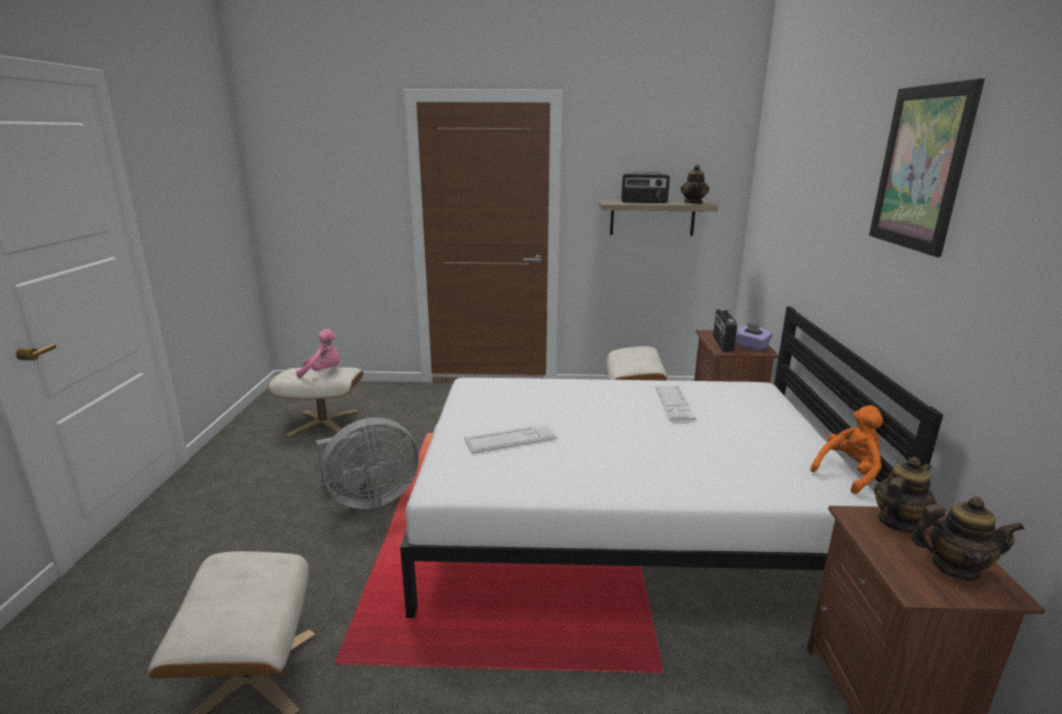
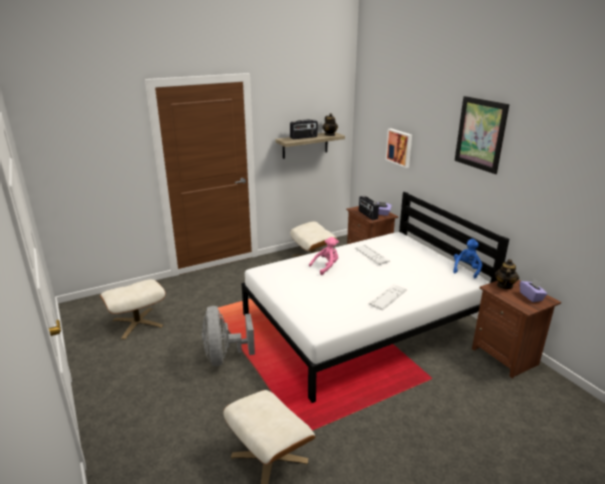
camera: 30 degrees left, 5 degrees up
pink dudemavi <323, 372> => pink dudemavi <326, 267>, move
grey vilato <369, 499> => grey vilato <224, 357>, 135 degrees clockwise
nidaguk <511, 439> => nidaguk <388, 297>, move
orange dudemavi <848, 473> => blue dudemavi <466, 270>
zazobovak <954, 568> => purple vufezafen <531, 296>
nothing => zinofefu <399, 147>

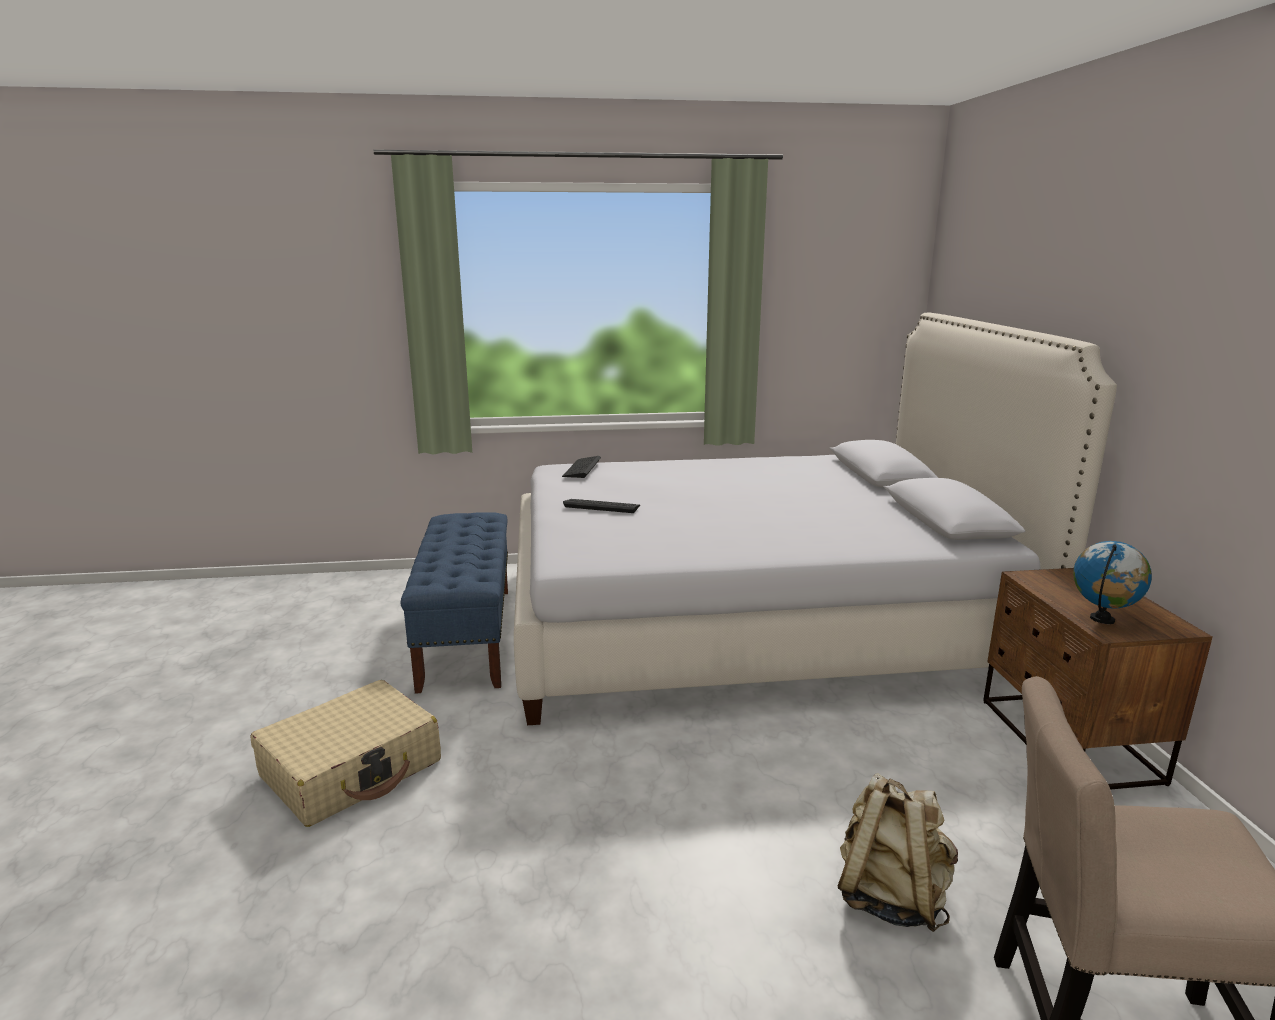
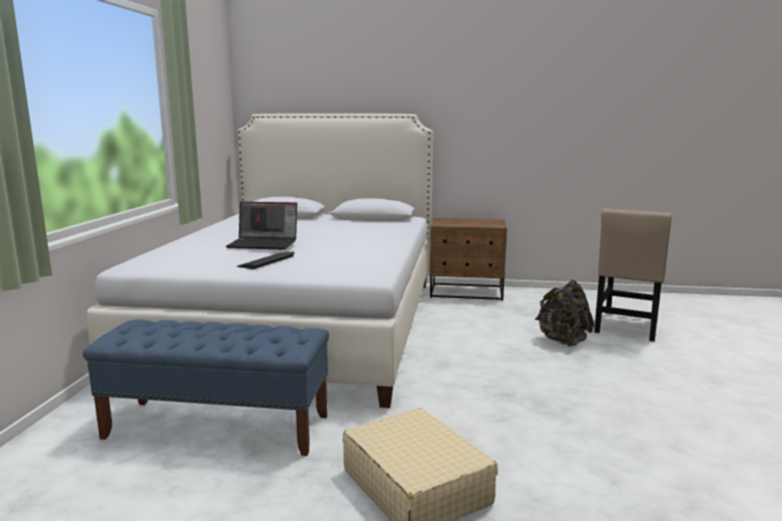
camera: 75 degrees left, 5 degrees down
nidaguk <582, 468> => nothing
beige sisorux <890, 896> => black sisorux <562, 341>
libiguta <1102, 619> => nothing
nothing => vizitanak <264, 244>

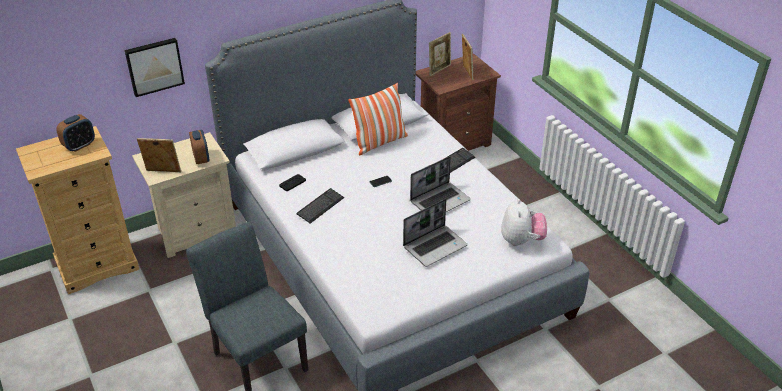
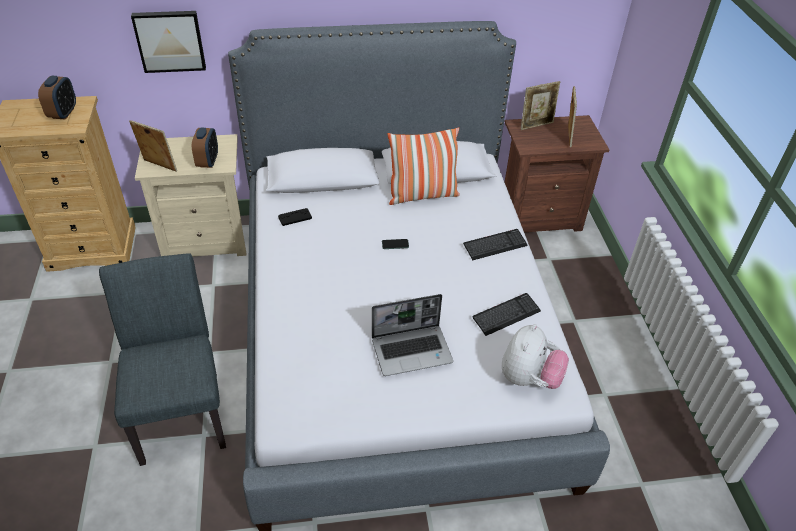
camera: 20 degrees right, 5 degrees up
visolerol <79, 145> => visolerol <63, 113>, 60 degrees counterclockwise
nidaguk <320, 206> => nidaguk <506, 315>, move
vizitanak <440, 200> => nothing

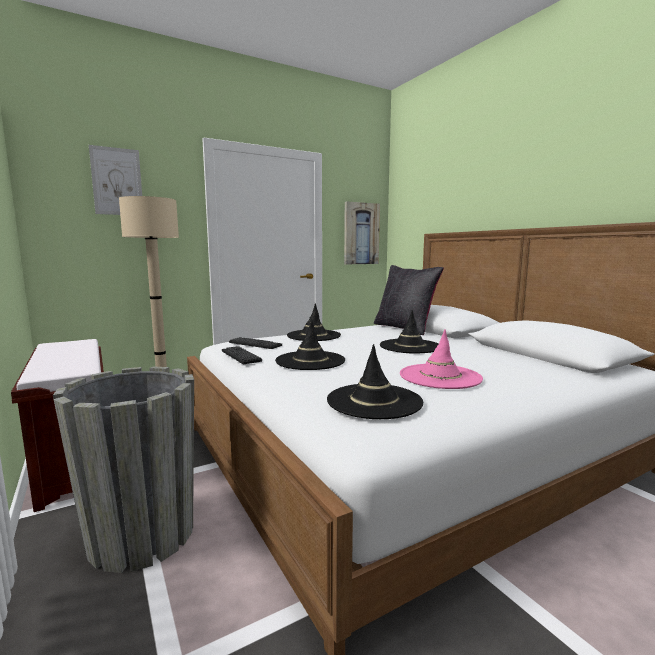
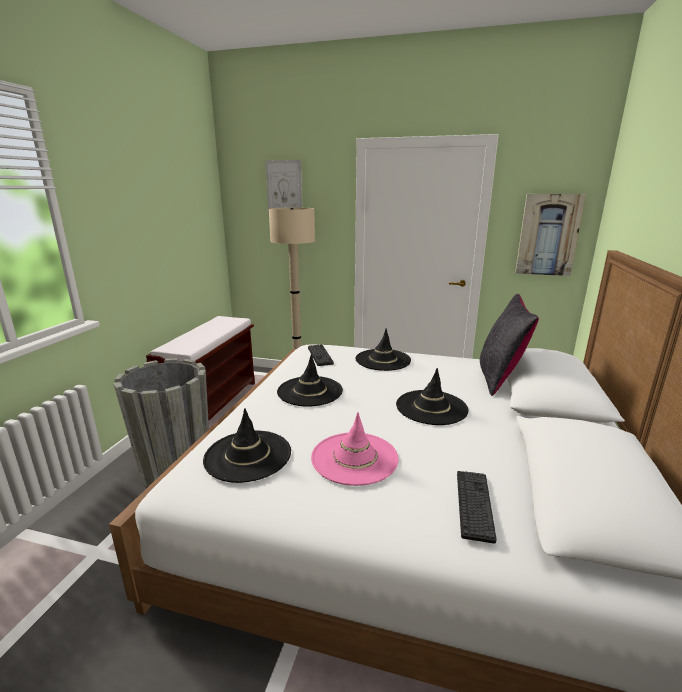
camera: 45 degrees right, 10 degrees up
nidaguk <241, 356> => nidaguk <474, 504>, move

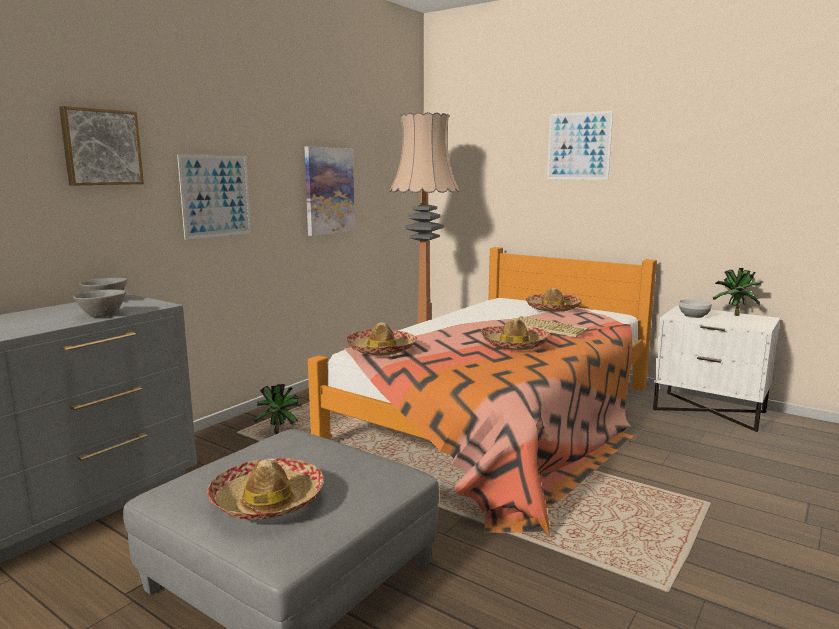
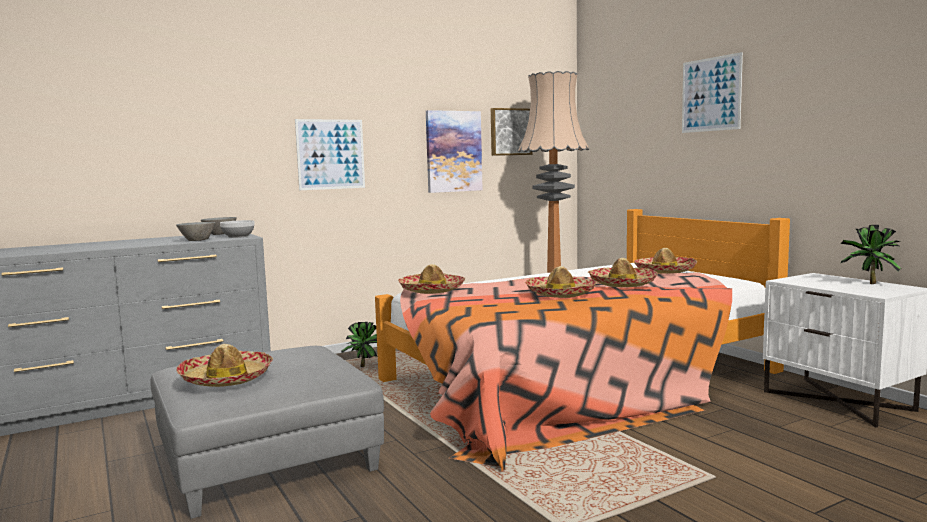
camera: 25 degrees right, 5 degrees down
zinofefu <101, 147> => zinofefu <510, 132>, move
nidaguk <548, 328> => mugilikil <621, 284>
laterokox <693, 315> => laterokox <238, 236>, move

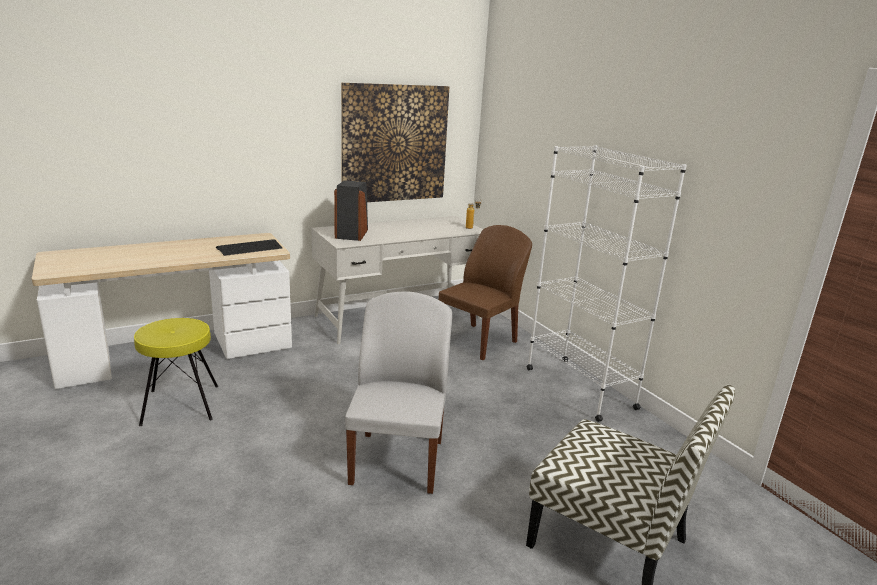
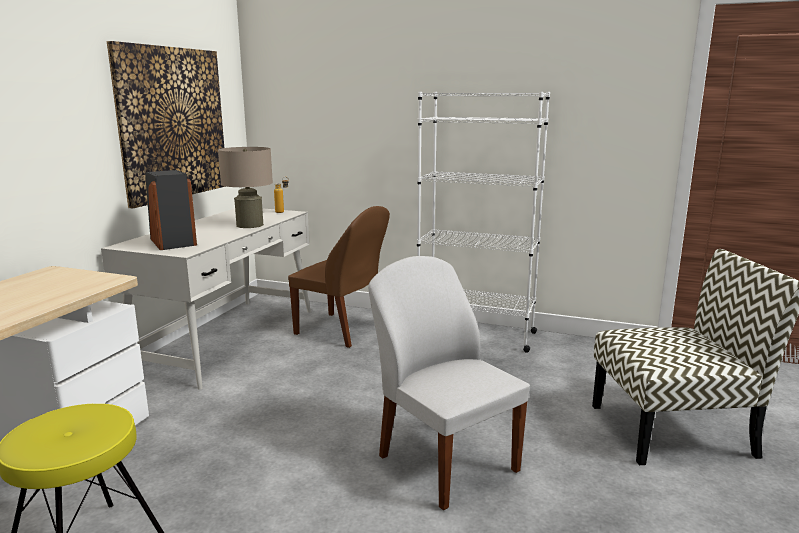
camera: 40 degrees left, 5 degrees down
nidaguk <250, 248> => nothing
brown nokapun <479, 341> => brown nokapun <341, 330>, 120 degrees clockwise
nothing => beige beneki <250, 225>

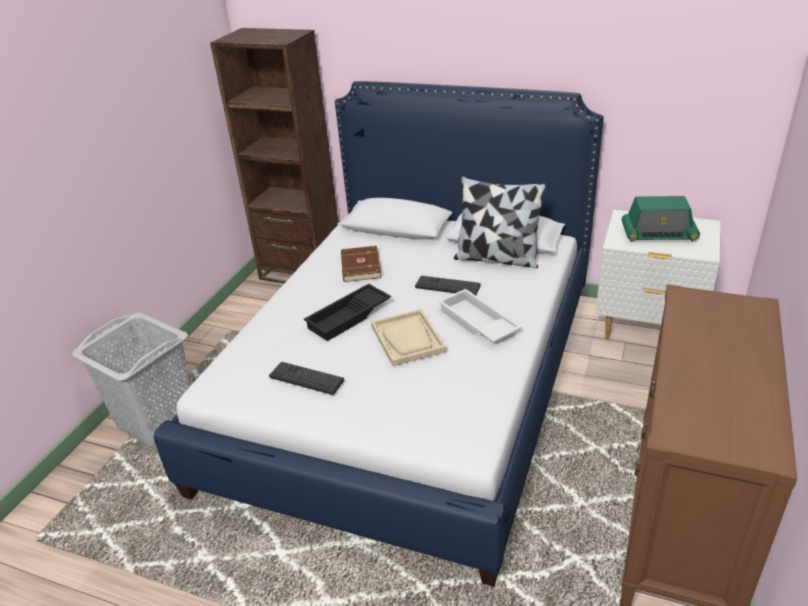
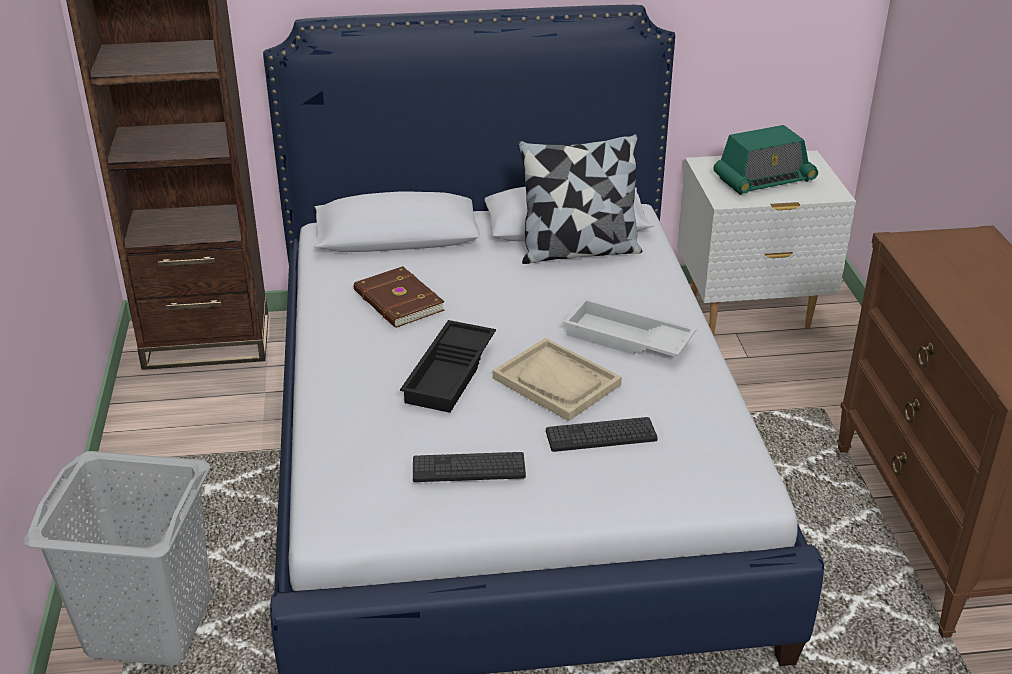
camera: 30 degrees left, 0 degrees up
nidaguk <447, 286> => nidaguk <601, 435>, move

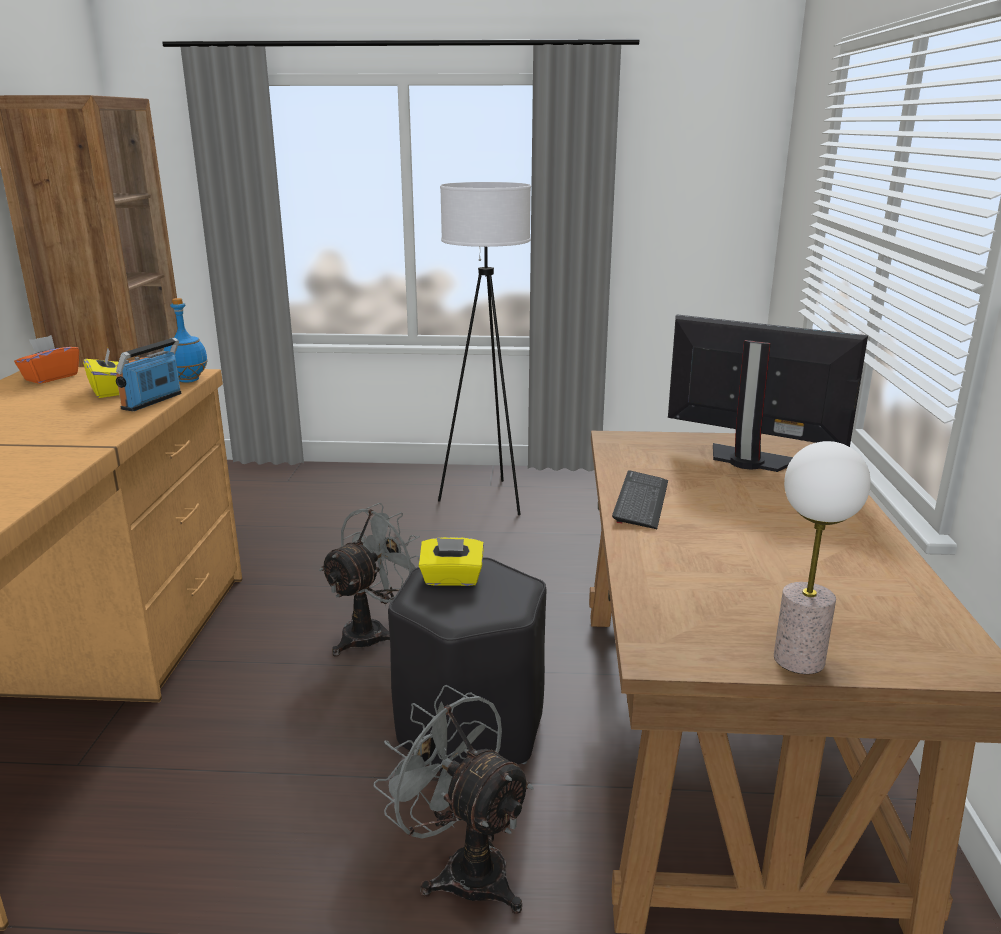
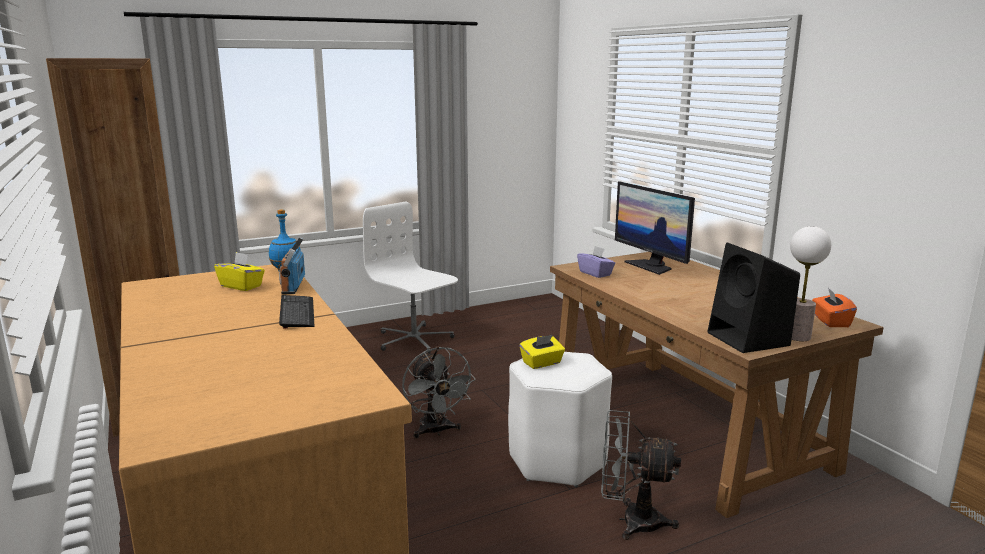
camera: 30 degrees left, 5 degrees down
orange vufezafen <51, 377> => orange vufezafen <830, 321>, move
grey vilato <372, 632> => grey vilato <436, 431>, 150 degrees clockwise
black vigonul <470, 729> => white vigonul <556, 460>
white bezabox <487, 499> => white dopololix <414, 340>
nidaguk <641, 501> => nidaguk <297, 313>, move
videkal <749, 460> => videkal <651, 266>, 120 degrees counterclockwise
nothing => purple vufezafen <595, 273>
nothing => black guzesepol <750, 340>

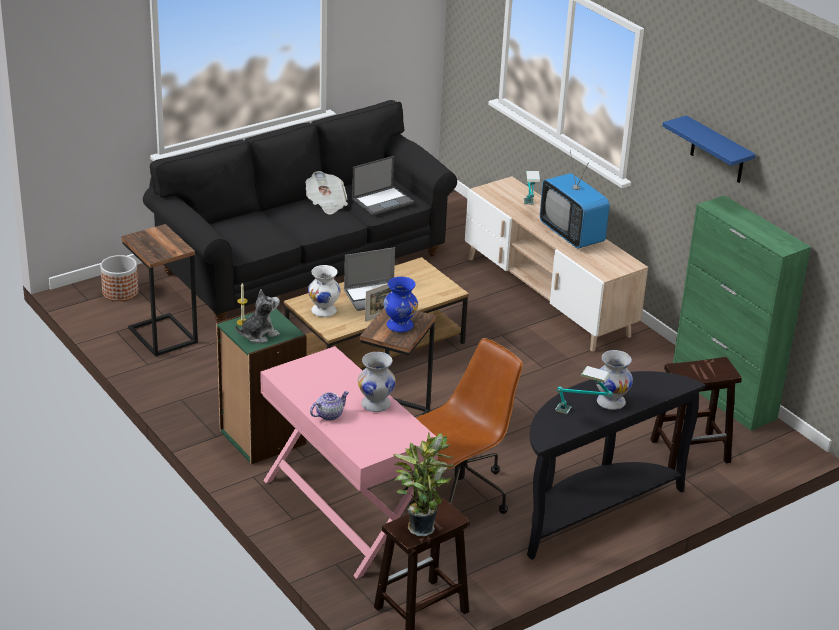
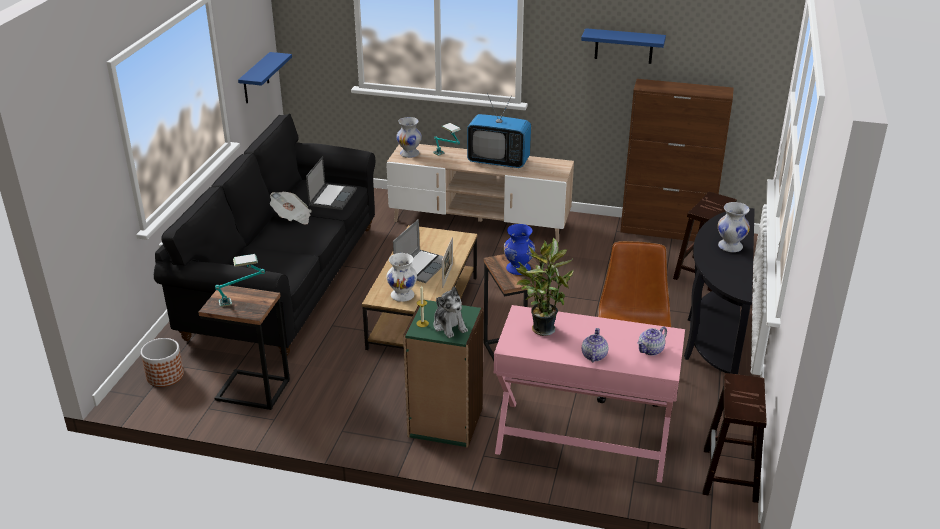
camera: 40 degrees left, 0 degrees up
dudemavi <258, 334> => dudemavi <449, 326>, 135 degrees clockwise
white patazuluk <375, 404> => white patazuluk <409, 154>, move
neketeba <421, 526> => neketeba <541, 328>, move
beneki <582, 415> => beneki <243, 300>, move
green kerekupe <723, 396> => brown kerekupe <667, 231>
nothing => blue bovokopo <255, 79>
nothing => zazobovak <651, 350>

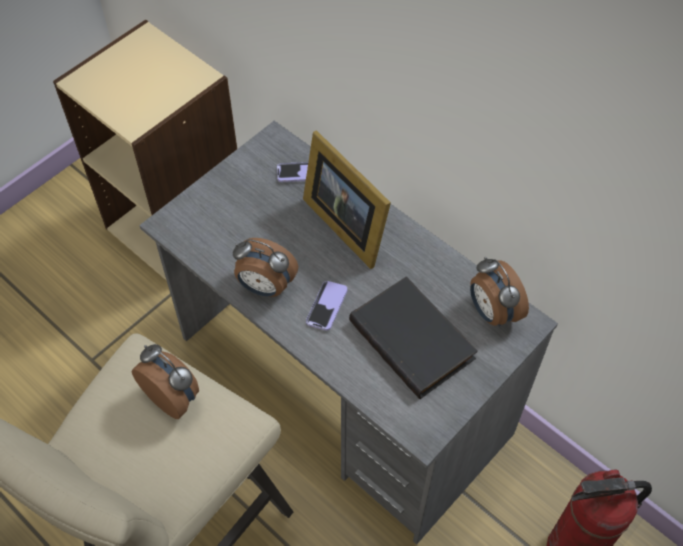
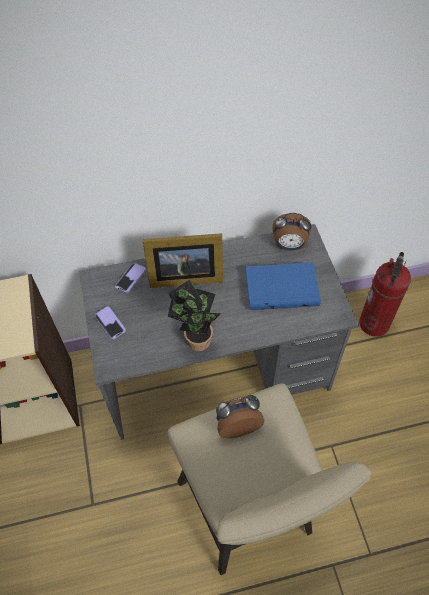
camera: 55 degrees left, 0 degrees up
visolerol <265, 287> => neketeba <195, 339>
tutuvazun <326, 306> => tutuvazun <110, 323>, move
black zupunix <414, 339> => blue zupunix <282, 287>

